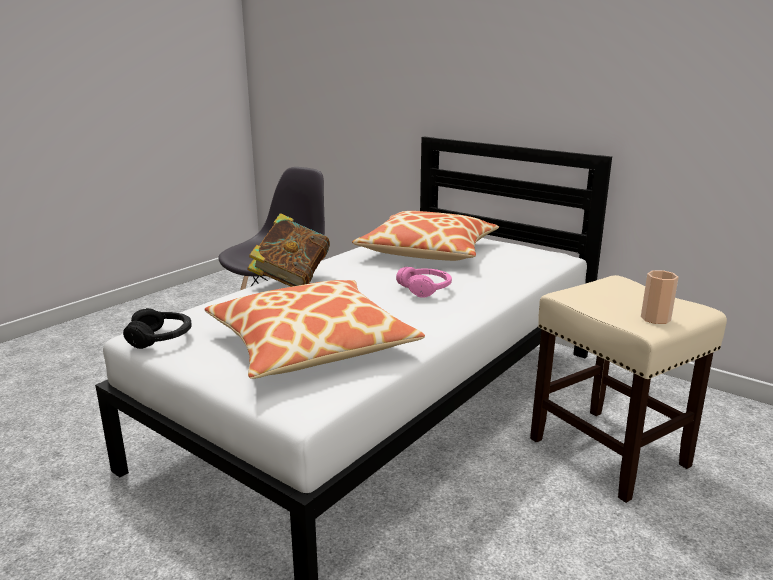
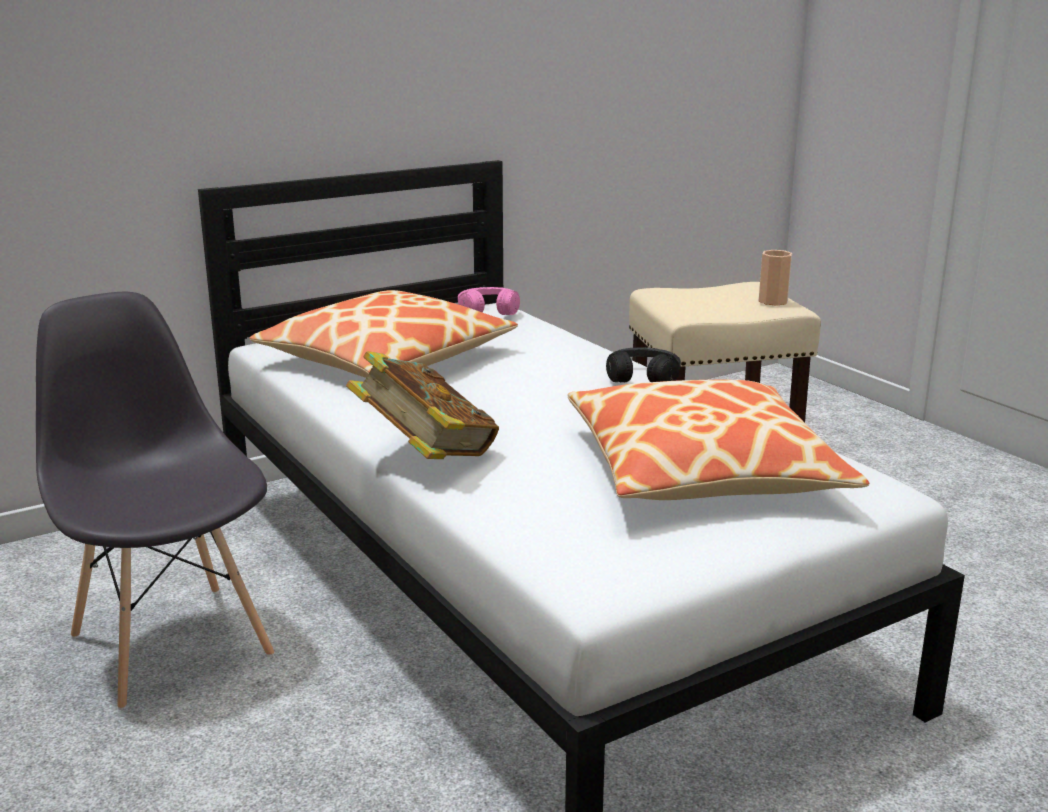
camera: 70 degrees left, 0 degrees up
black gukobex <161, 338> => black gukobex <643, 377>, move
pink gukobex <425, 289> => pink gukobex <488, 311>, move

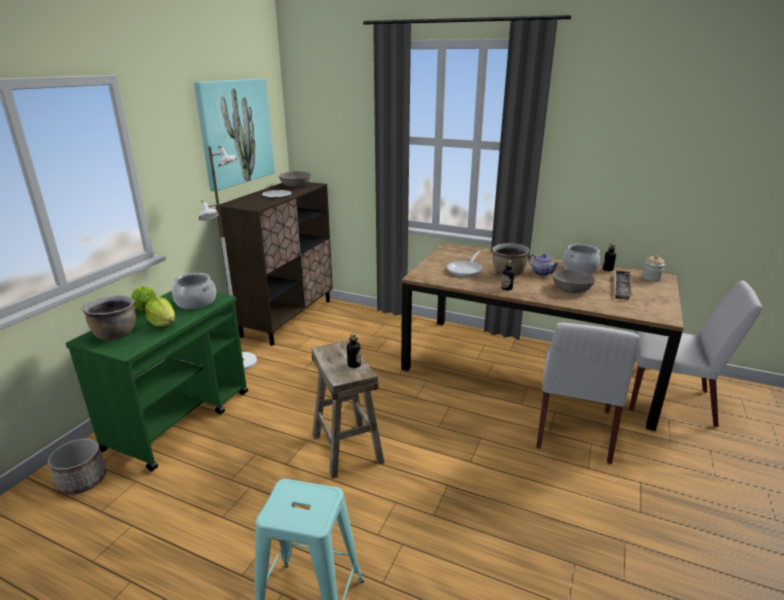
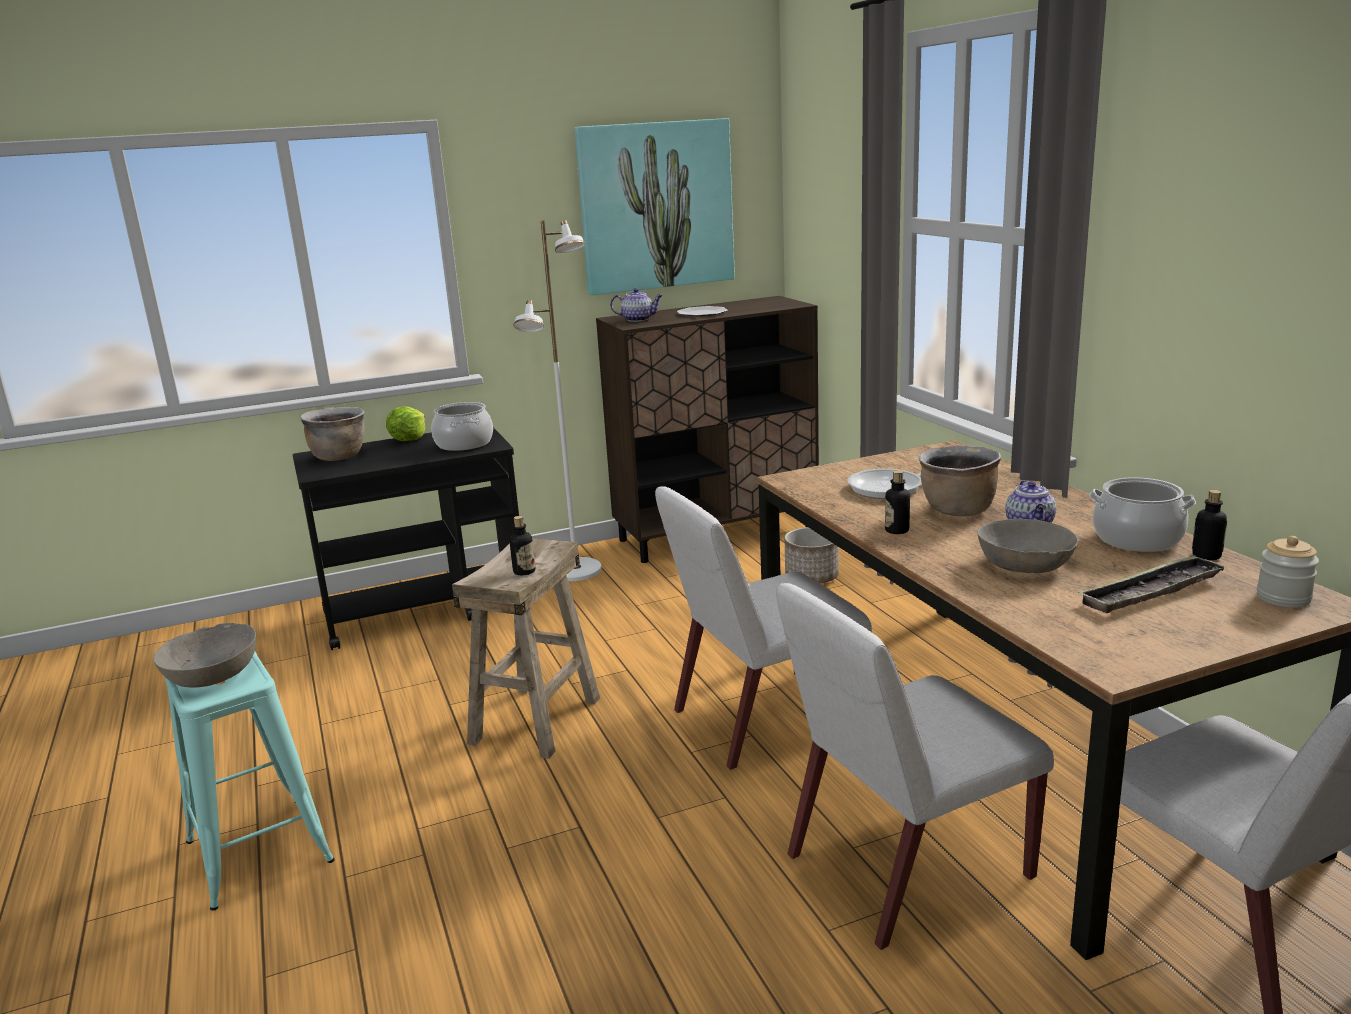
camera: 45 degrees right, 5 degrees down
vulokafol <83, 480> => vulokafol <812, 577>, move
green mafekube <180, 419> => black mafekube <427, 610>
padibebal <163, 323> => nothing
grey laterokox <295, 185> => grey laterokox <211, 674>, move
nothing => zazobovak <638, 319>
nothing => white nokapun <765, 719>

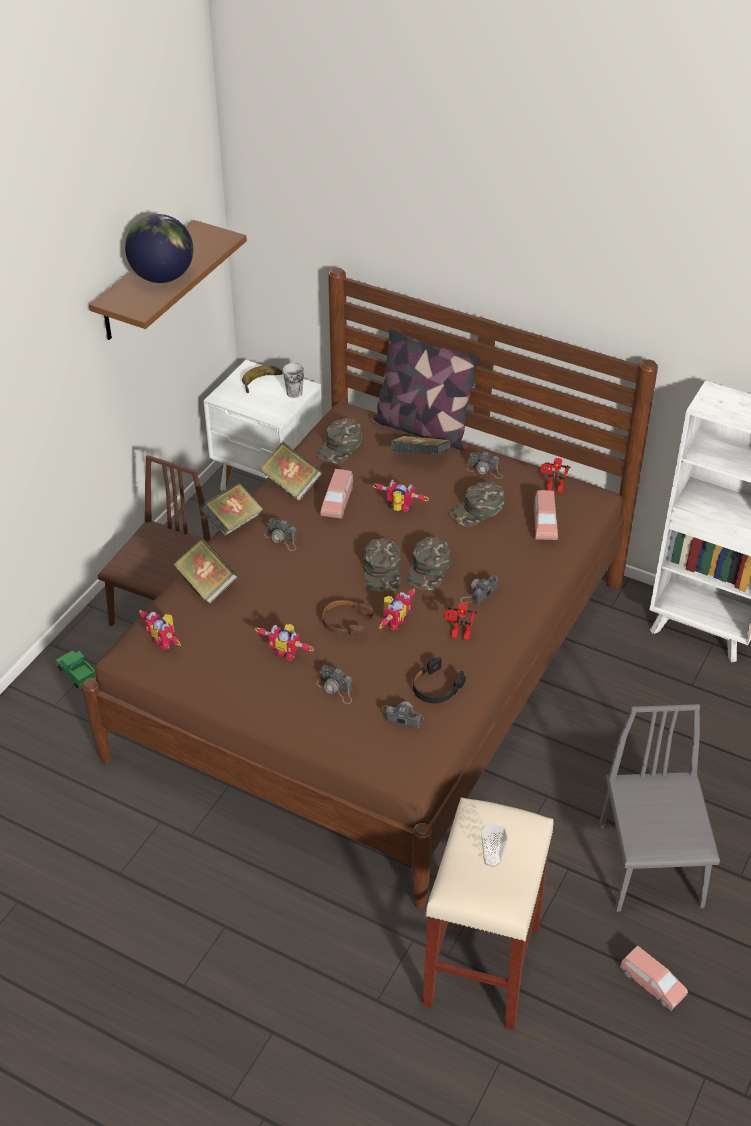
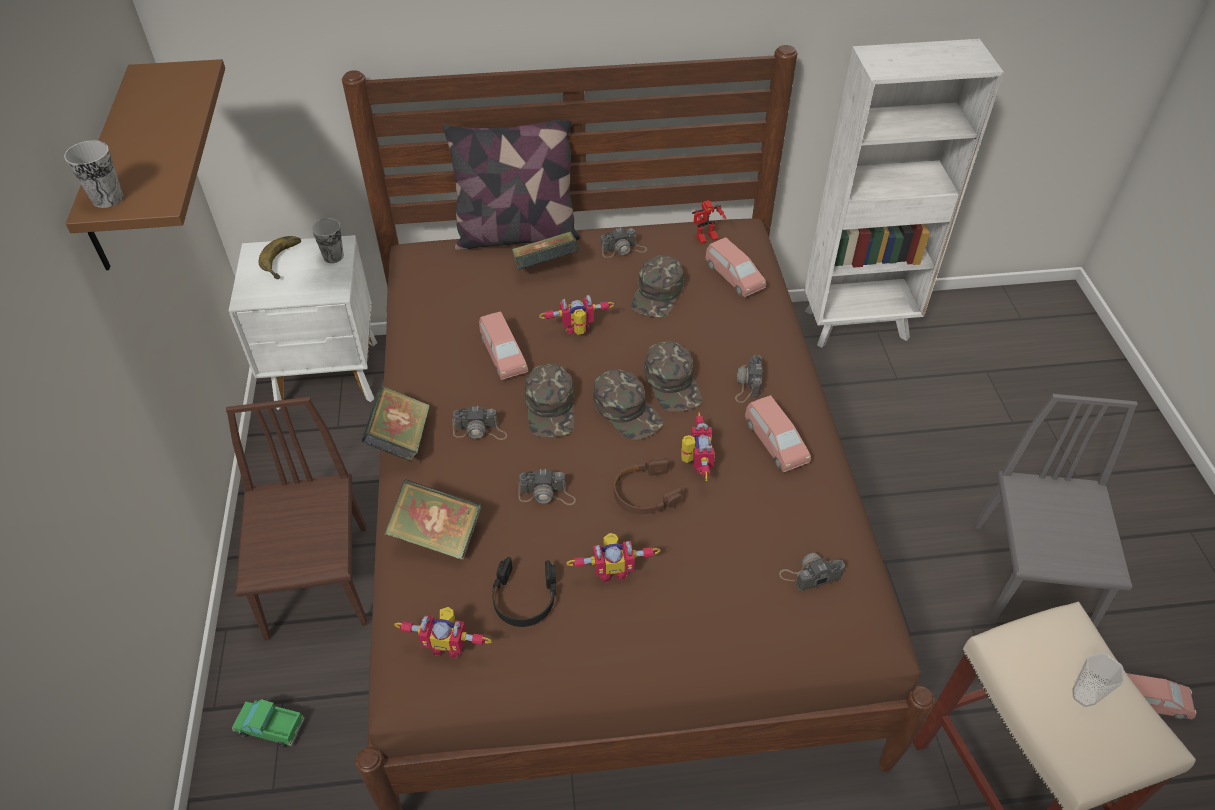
camera: 35 degrees left, 5 degrees up
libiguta <162, 278> => nothing
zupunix <291, 485> => nothing
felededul <336, 689> => felededul <547, 494>, move
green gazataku <340, 447> => green gazataku <551, 408>, move
black gukobex <436, 687> => black gukobex <524, 598>, move
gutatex <459, 636> => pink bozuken <775, 442>
grey nokapun <650, 865> => grey nokapun <1031, 577>, 45 degrees clockwise
nothing => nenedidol <107, 198>

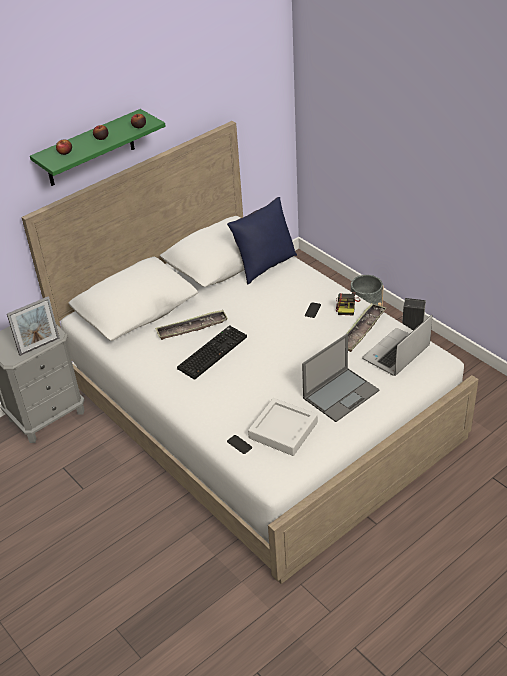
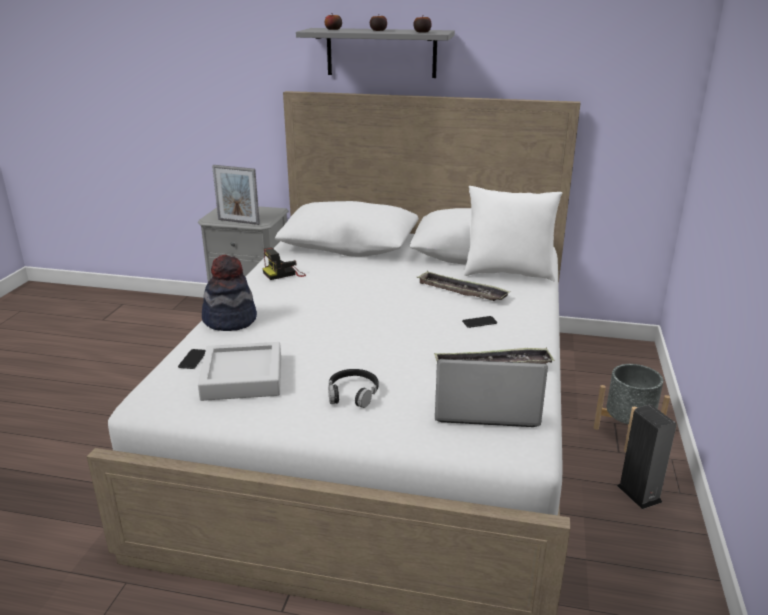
camera: 50 degrees right, 15 degrees down
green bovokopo <90, 149> => grey bovokopo <381, 53>
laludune <192, 328> => laludune <461, 291>, move
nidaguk <212, 352> => nothing
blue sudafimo <264, 266> => white sudafimo <508, 273>
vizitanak <341, 394> => black gukobex <352, 394>
felededul <347, 306> => felededul <284, 274>, move
nothing => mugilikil <230, 320>

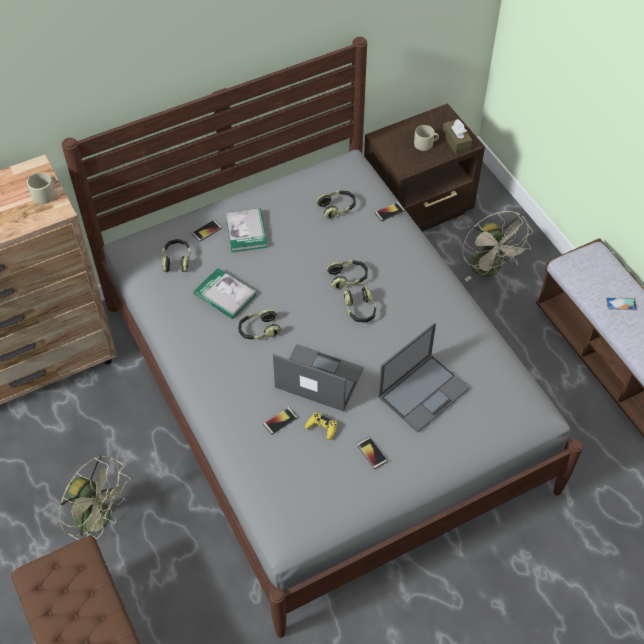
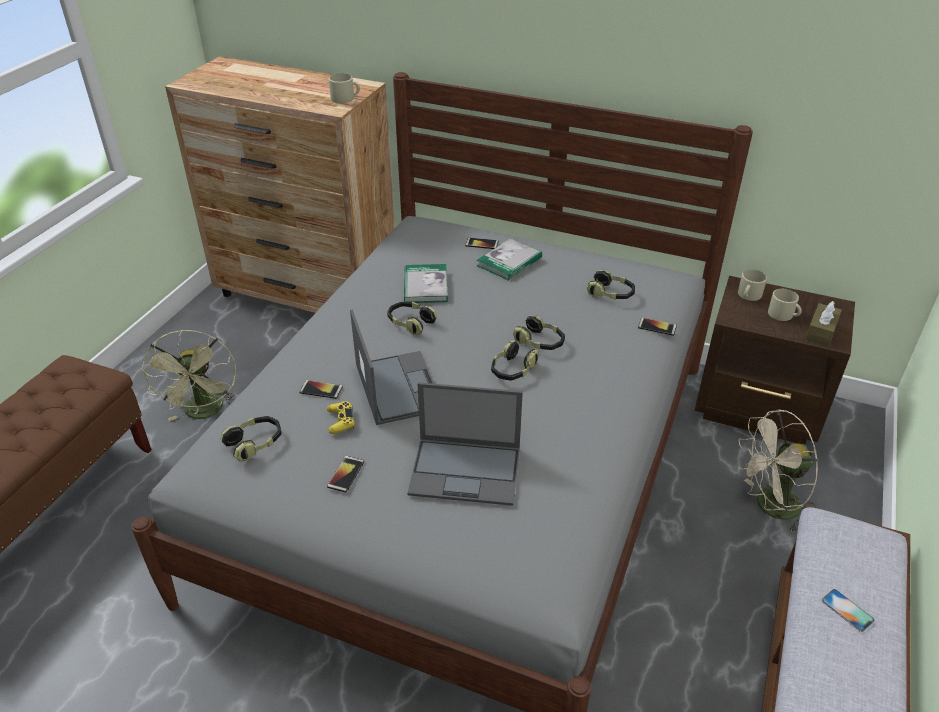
camera: 50 degrees right, 15 degrees down
gukobex <177, 260> => gukobex <255, 443>, move
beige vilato <489, 270> => beige vilato <769, 507>, 45 degrees clockwise
nothing => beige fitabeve <748, 295>

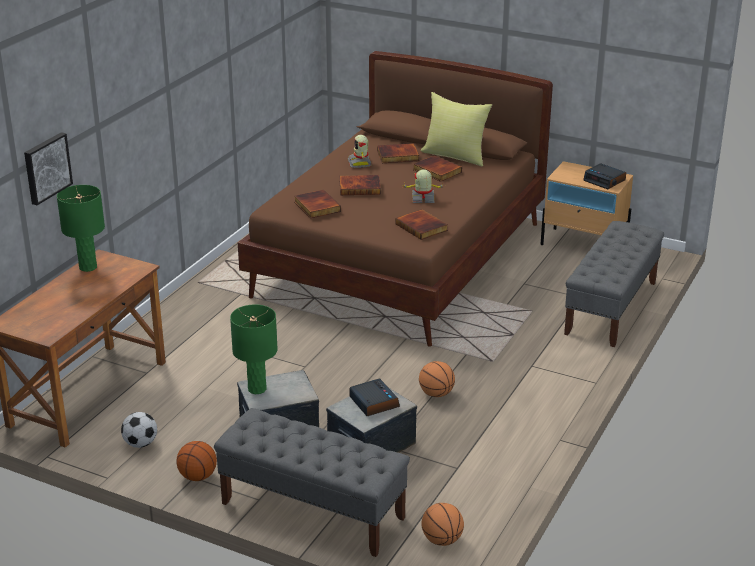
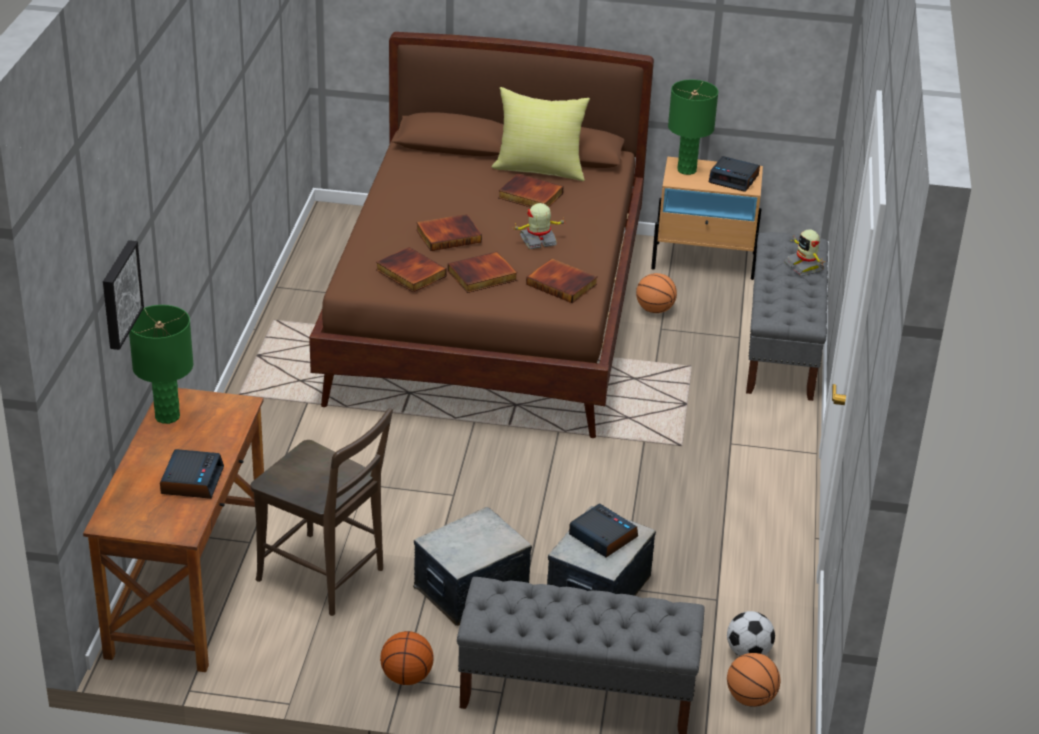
camera: 20 degrees left, 5 degrees up
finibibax <140, 444> => finibibax <748, 652>, move
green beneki <256, 389> => green beneki <686, 170>, move
gutatex <360, 163> => gutatex <804, 266>, move
zupunix <397, 156> => zupunix <482, 276>, move
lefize <436, 394> => lefize <654, 310>, move
nothing => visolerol <192, 480>
nothing => brown nokapun <326, 577>

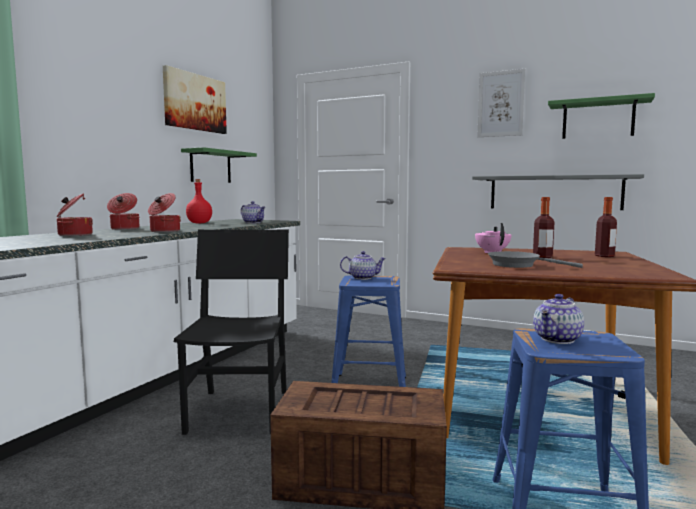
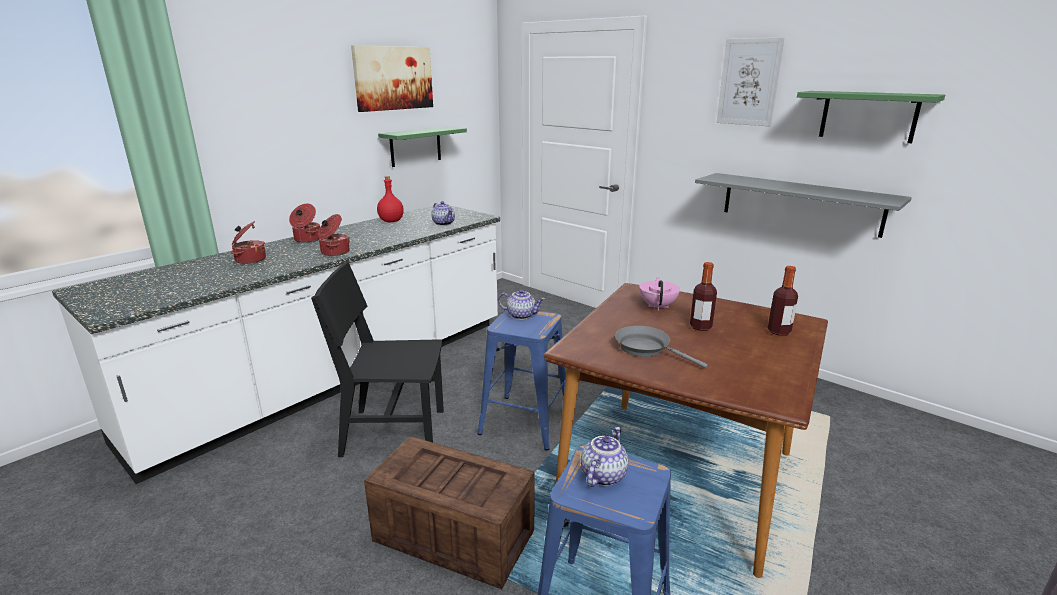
camera: 15 degrees right, 15 degrees up
black nokapun <239, 411> => black nokapun <393, 432>, 105 degrees counterclockwise
zazobovak <558, 339> => zazobovak <602, 475>, 150 degrees clockwise

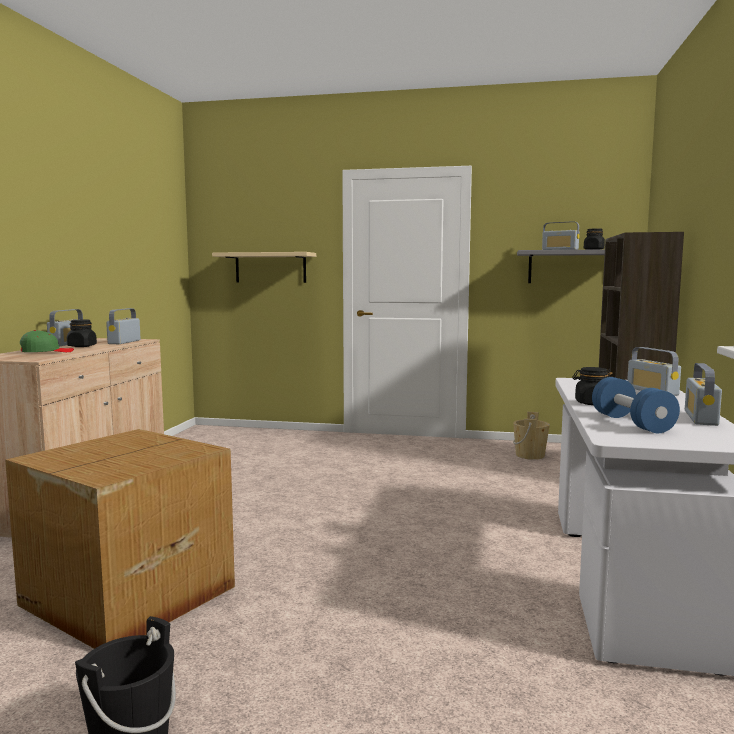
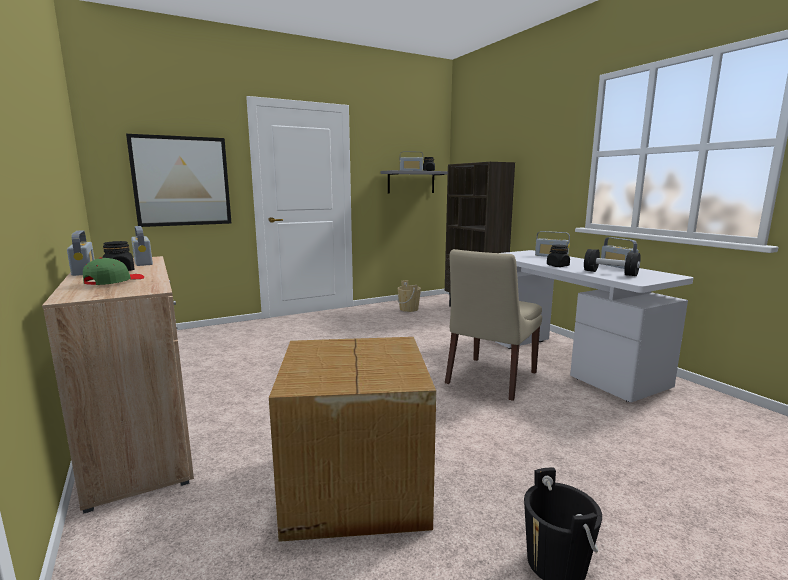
camera: 40 degrees left, 5 degrees up
beige bovokopo <270, 267> => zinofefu <182, 181>
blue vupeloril <632, 423> => black vupeloril <610, 273>
nothing => beige nokapun <490, 379>

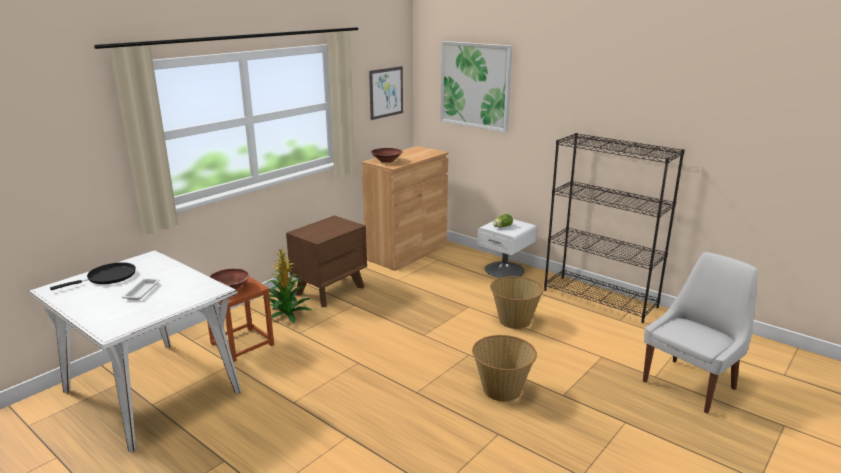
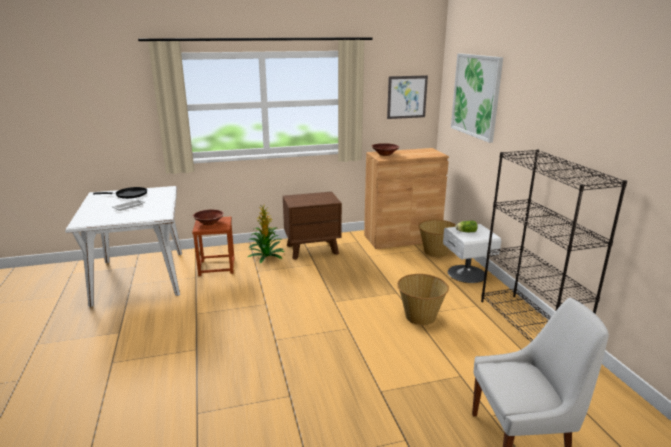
camera: 35 degrees right, 0 degrees up
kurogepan <502, 389> => kurogepan <436, 251>, move

